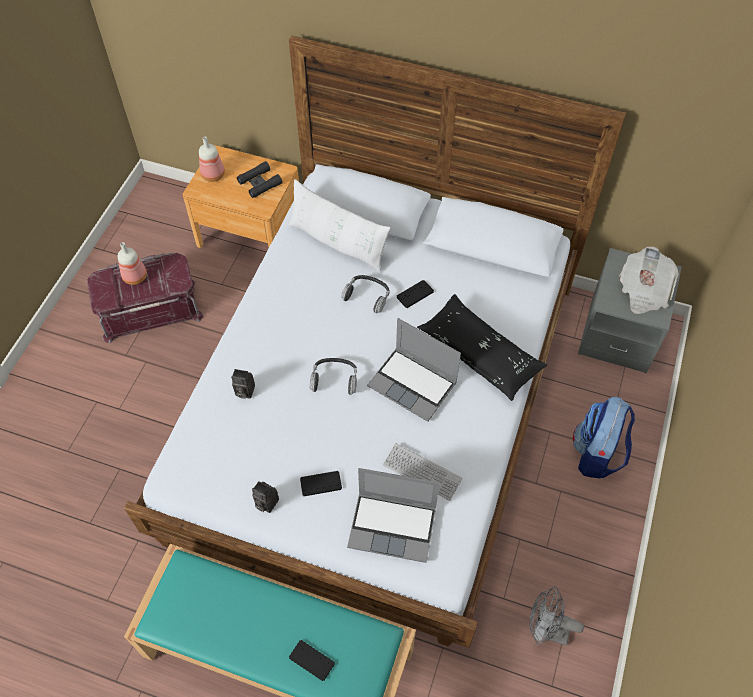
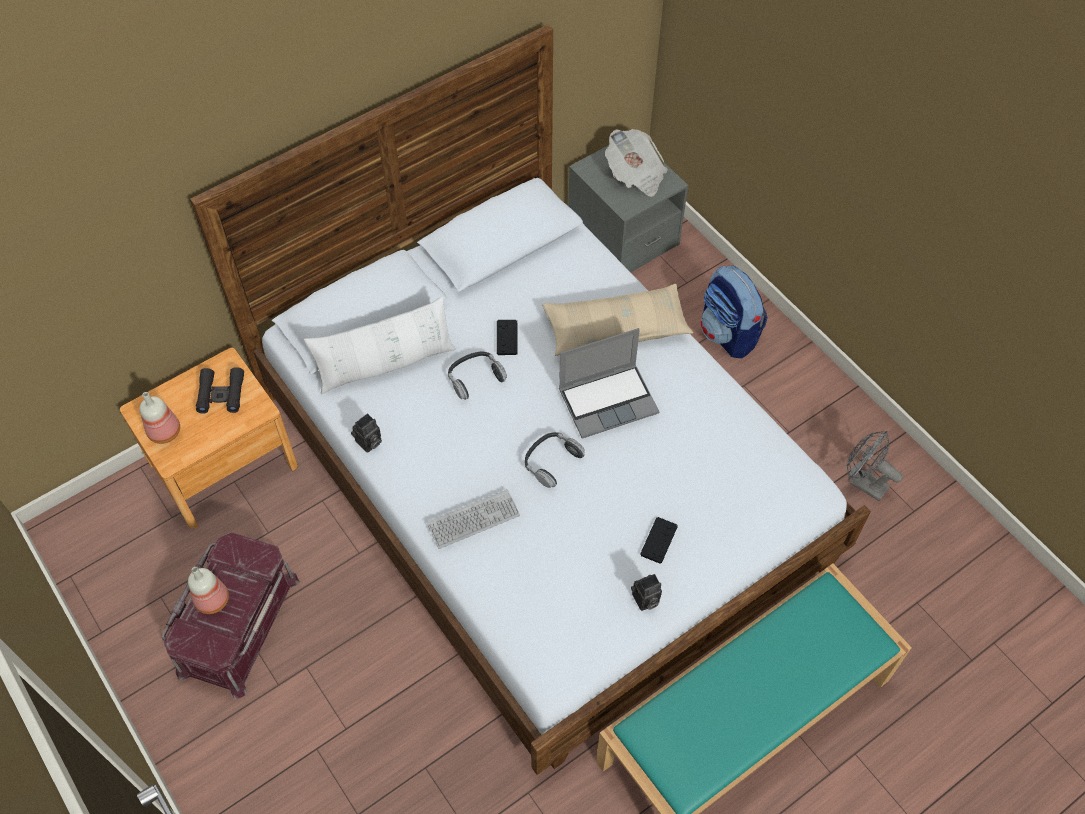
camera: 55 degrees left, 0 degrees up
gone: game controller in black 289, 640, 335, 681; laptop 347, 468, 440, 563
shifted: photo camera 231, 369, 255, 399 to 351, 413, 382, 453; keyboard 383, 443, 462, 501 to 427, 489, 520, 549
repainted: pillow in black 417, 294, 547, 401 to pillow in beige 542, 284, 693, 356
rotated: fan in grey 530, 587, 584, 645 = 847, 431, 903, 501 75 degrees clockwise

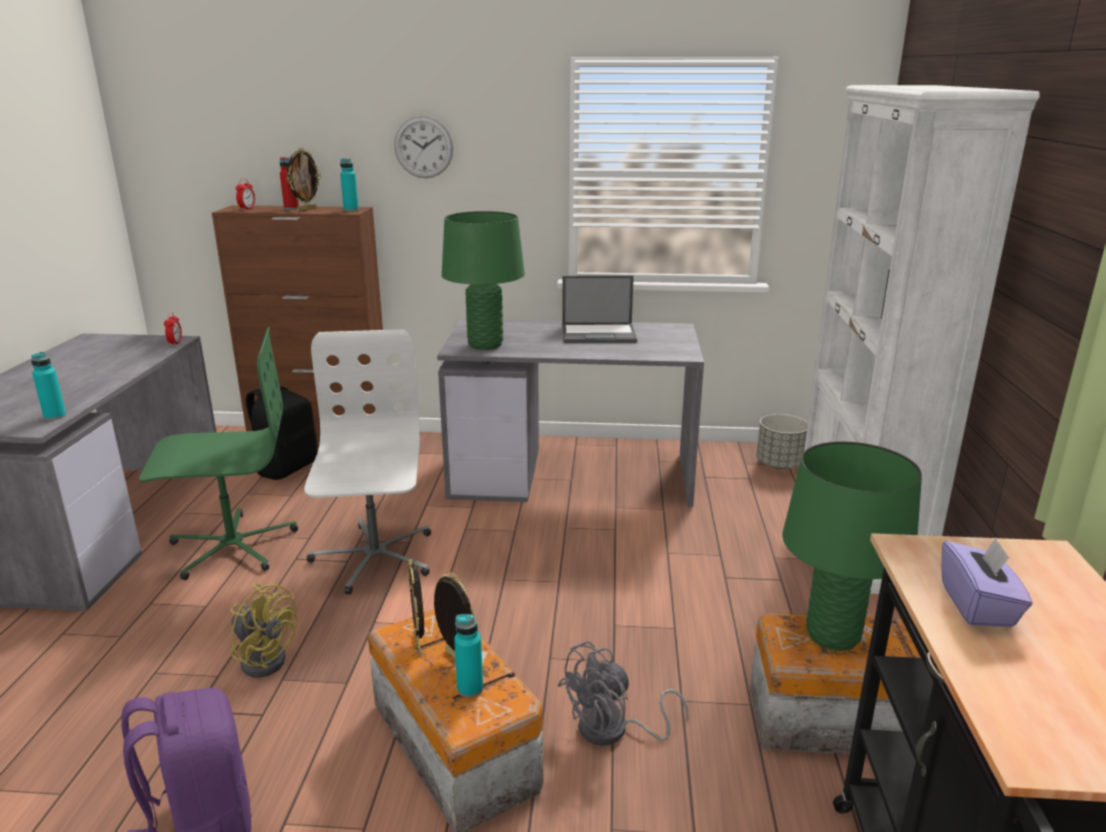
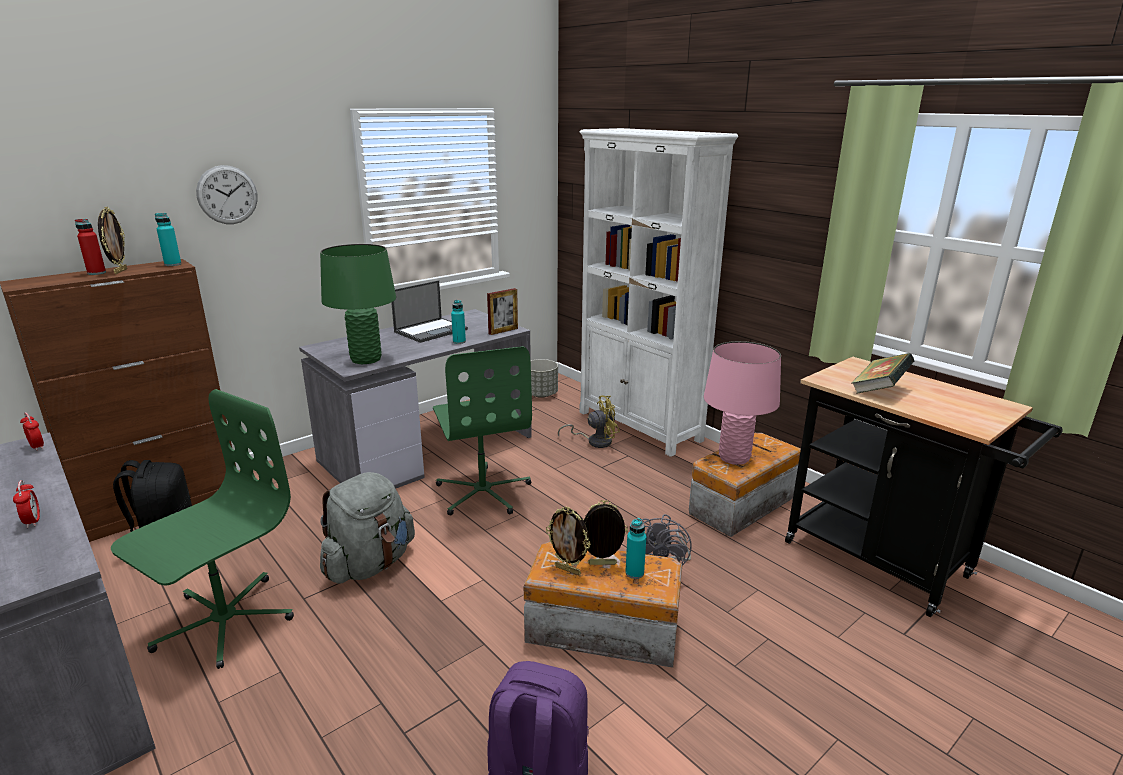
camera: 45 degrees left, 0 degrees up
new: office chair in green 433, 346, 532, 516; picture frame 487, 288, 518, 335
shifted: bottle in turquoise 31, 352, 66, 420 to 451, 300, 466, 344; fan in yellow 230, 584, 297, 678 to 558, 395, 620, 448; alarm clock 236, 179, 255, 210 to 13, 480, 40, 528
swapped: office chair in white 304, 329, 431, 595 to backpack in grey 320, 472, 415, 584; tissue box in purple 941, 537, 1033, 627 to book 851, 353, 915, 394
repainted: table lamp in green 782, 442, 922, 651 to table lamp in pink 704, 341, 781, 465

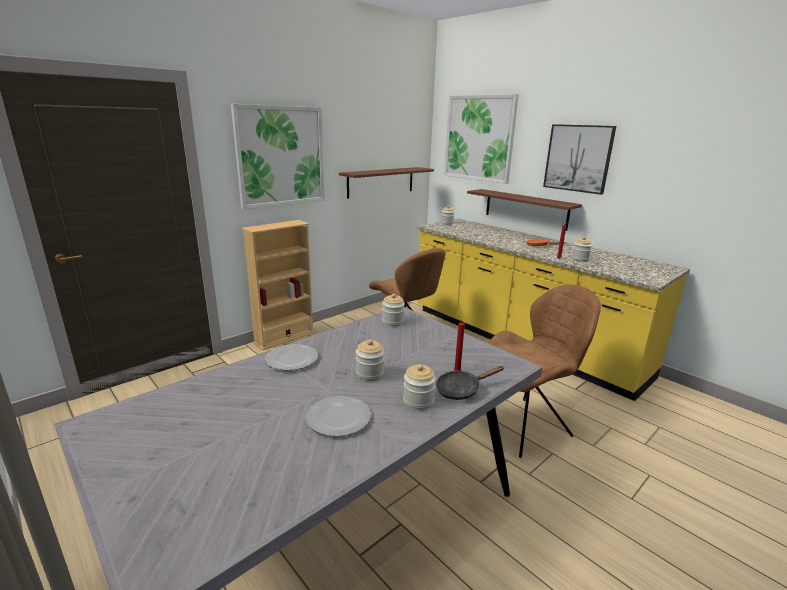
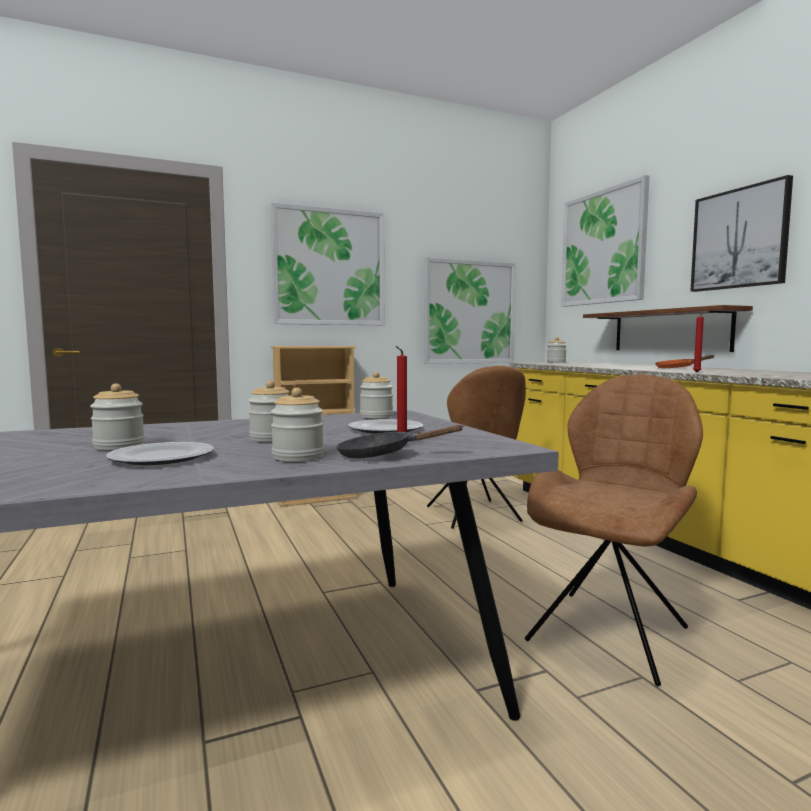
camera: 20 degrees right, 15 degrees down
shifted: plate 265, 344, 318, 371 to 348, 419, 423, 434; jar 571, 236, 592, 262 to 90, 383, 145, 450
swapped: shelf 339, 167, 434, 199 to picture 424, 257, 516, 364
rotated: chair in brown 487, 284, 601, 458 = 525, 374, 703, 686 45 degrees counterclockwise

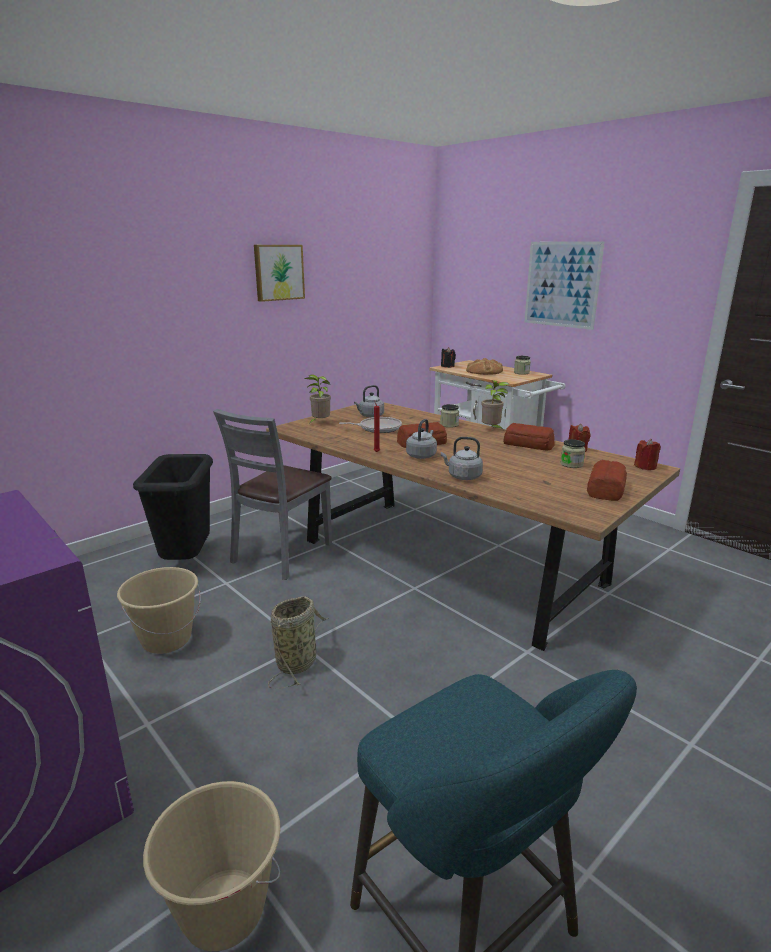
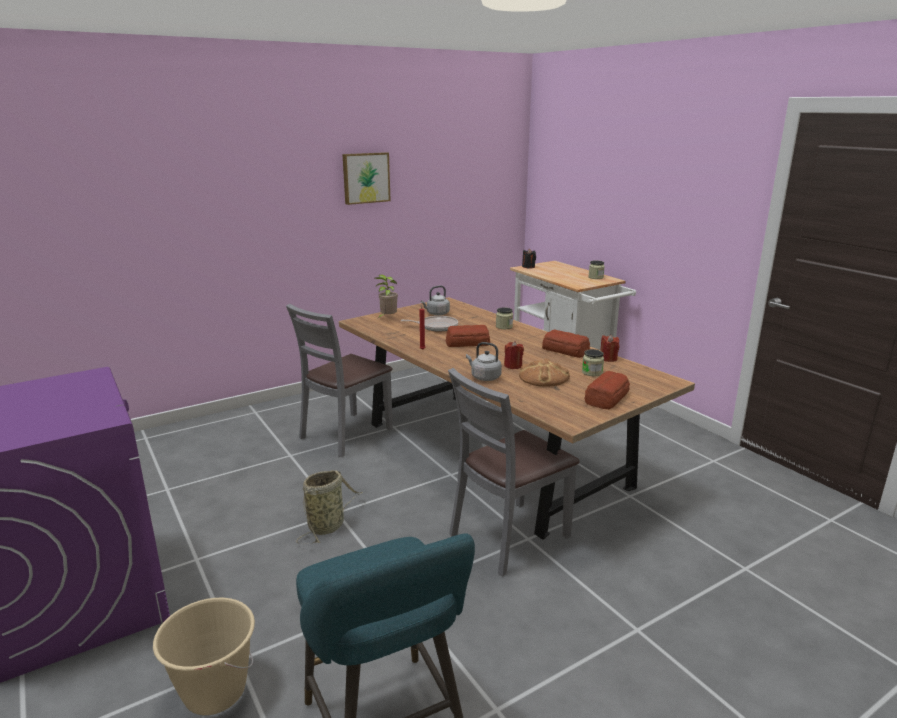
camera: 10 degrees right, 0 degrees up
gone: bucket in beige 117, 567, 201, 654; trash can in black 133, 454, 213, 560; kettle in grey 406, 419, 437, 459; potted plant 482, 380, 509, 429; picture 524, 242, 605, 330
new: chair in grey 448, 368, 580, 577
shifted: bread 466, 358, 503, 375 to 519, 358, 570, 387; candle in red 634, 439, 661, 470 to 504, 341, 524, 369

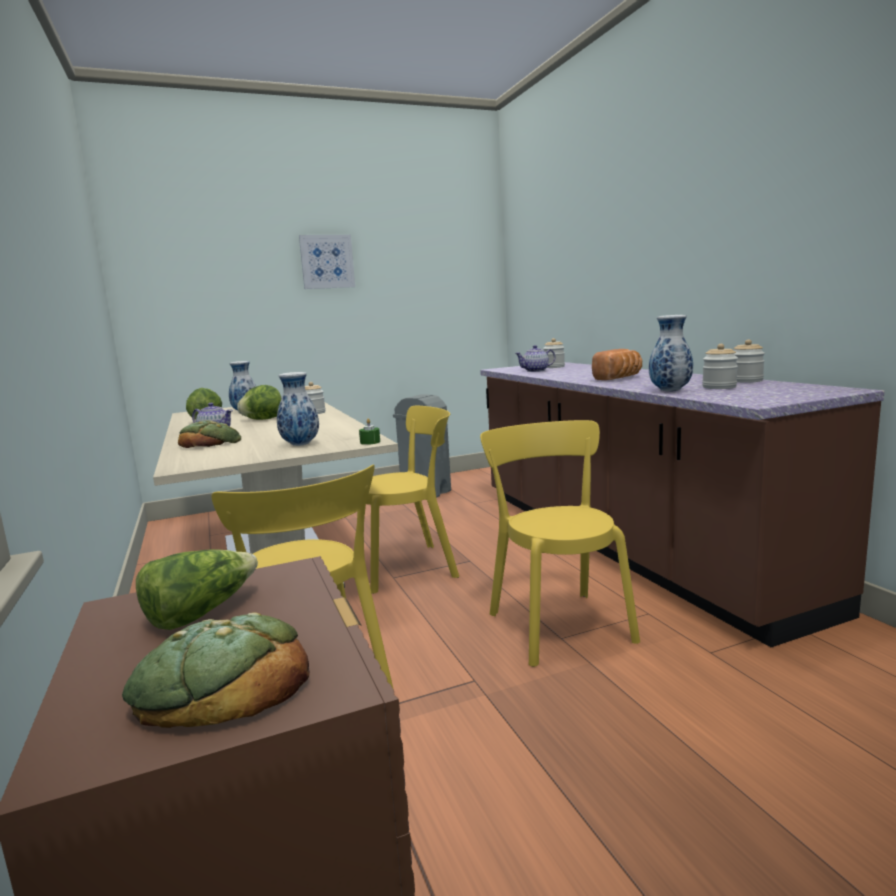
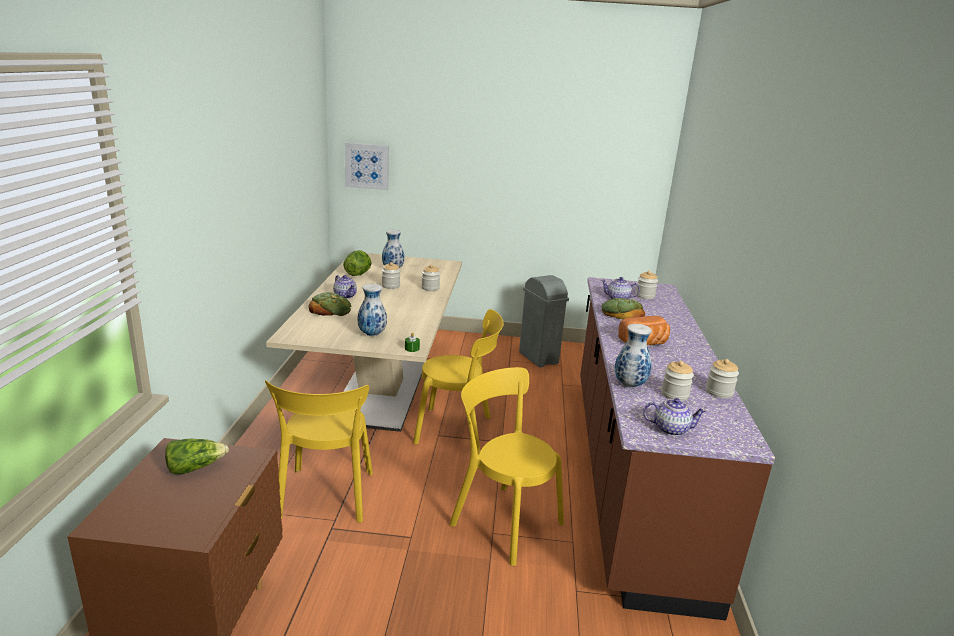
camera: 25 degrees right, 10 degrees up
new: teapot 643, 398, 707, 436
shifted: bread 122, 612, 310, 728 to 601, 298, 645, 319; picture 299, 235, 355, 289 to 345, 143, 389, 190
swapped: lettuce 237, 385, 282, 420 to jar 382, 262, 400, 289
rotated: chair in yellow 480, 420, 640, 667 = 449, 367, 564, 566 60 degrees counterclockwise

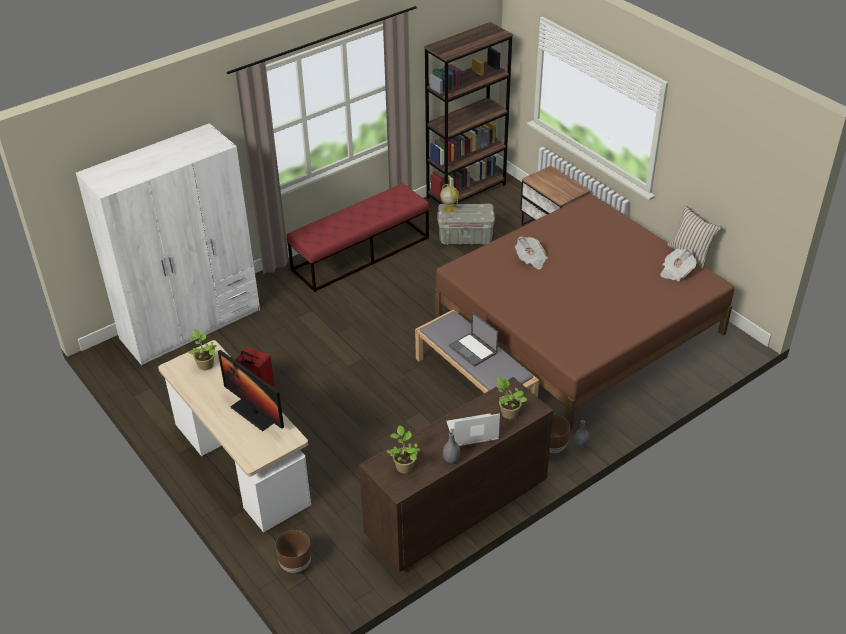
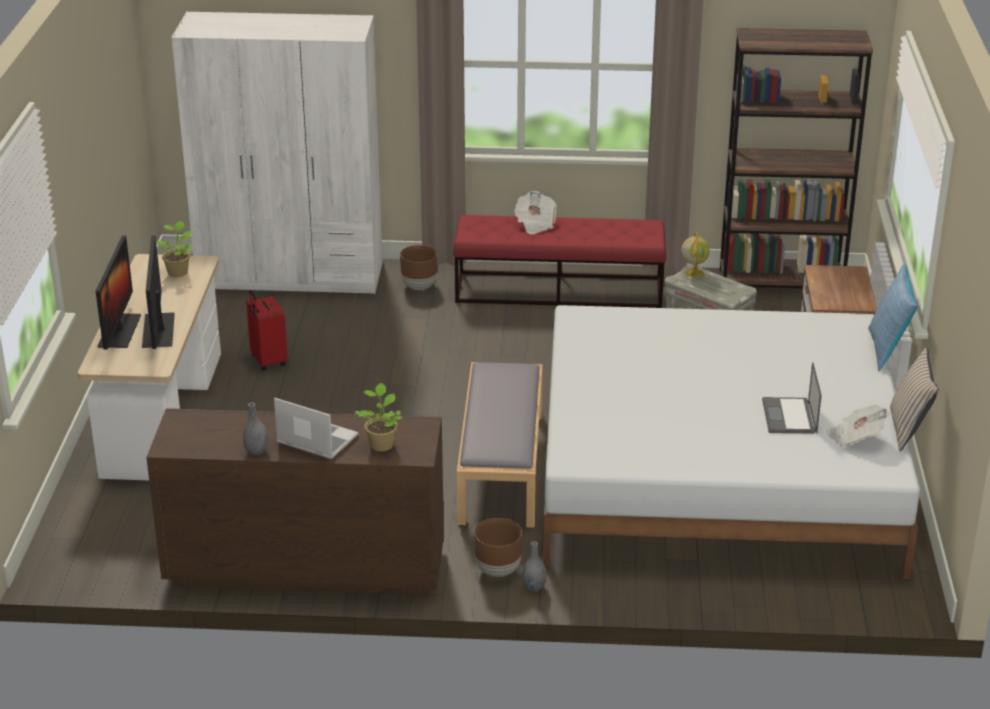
camera: 40 degrees right, 10 degrees down
gone: potted plant 387, 425, 420, 474
new: monitor 96, 235, 141, 350; pillow 868, 264, 918, 372
shifted: planter in brown 275, 530, 311, 573 to 400, 245, 437, 290; laptop 449, 312, 498, 367 to 762, 362, 822, 434; newspaper 515, 236, 548, 269 to 514, 191, 557, 234
repainted: bed in brown 435, 194, 735, 430 to bed in white 543, 305, 920, 579

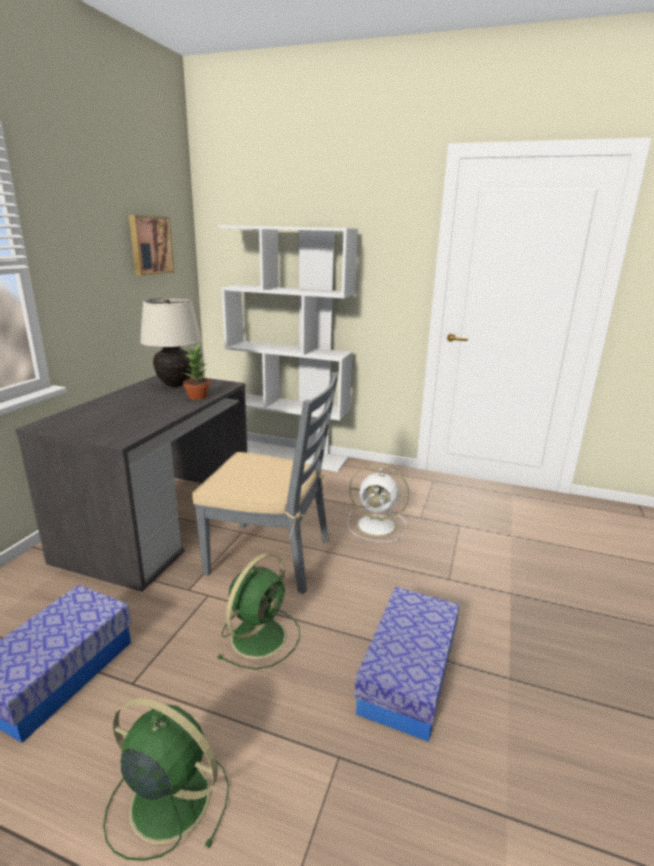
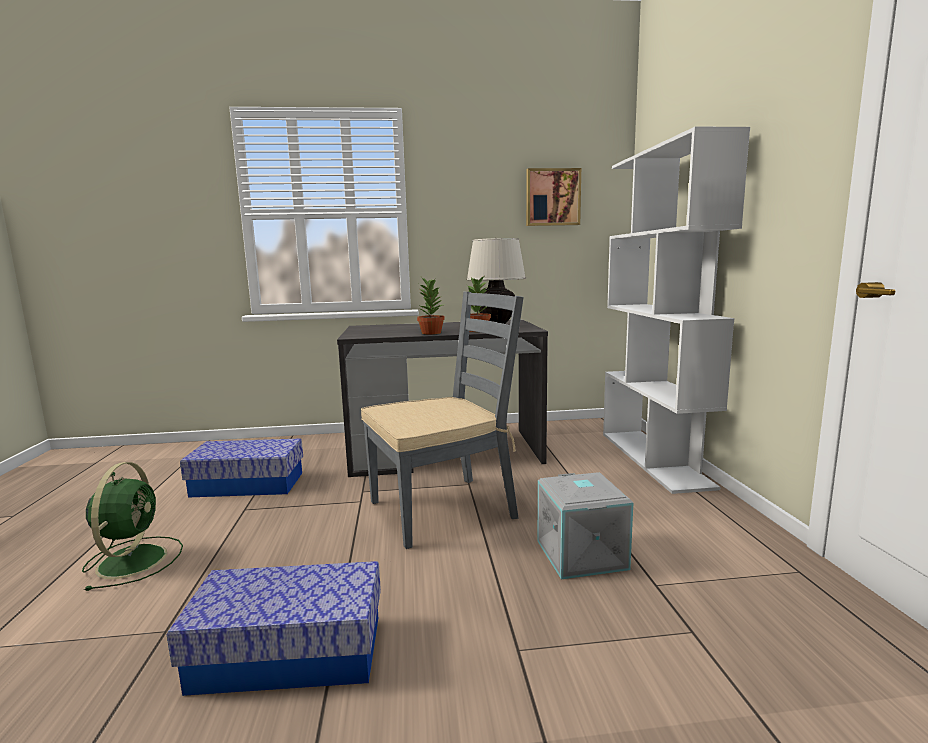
camera: 65 degrees right, 10 degrees down
gone: fan in green 216, 553, 300, 670
new: potted plant 417, 277, 445, 334
swapped: fan in white 347, 464, 409, 542 to storage box in grey 538, 472, 633, 579
rotated: chair in grey 192, 372, 338, 594 = 361, 292, 524, 549 105 degrees counterclockwise

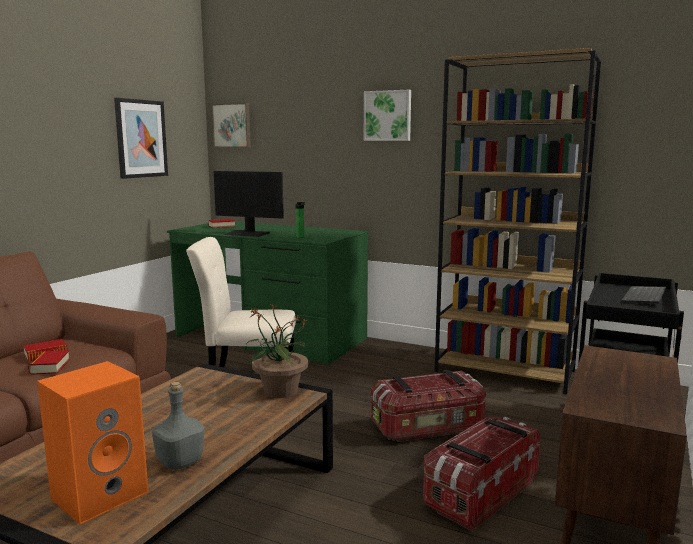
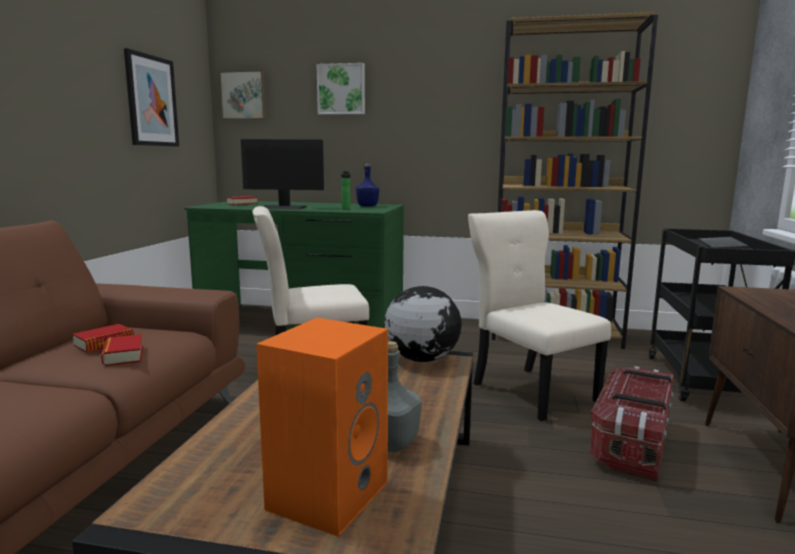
camera: 15 degrees left, 0 degrees up
new: bottle in blue 356, 163, 379, 207
shifted: picture 364, 90, 411, 141 to 317, 63, 365, 115
swapped: potted plant 246, 303, 308, 398 to globe 384, 286, 462, 362; storage box 371, 370, 486, 442 to chair in beige 468, 210, 611, 421

